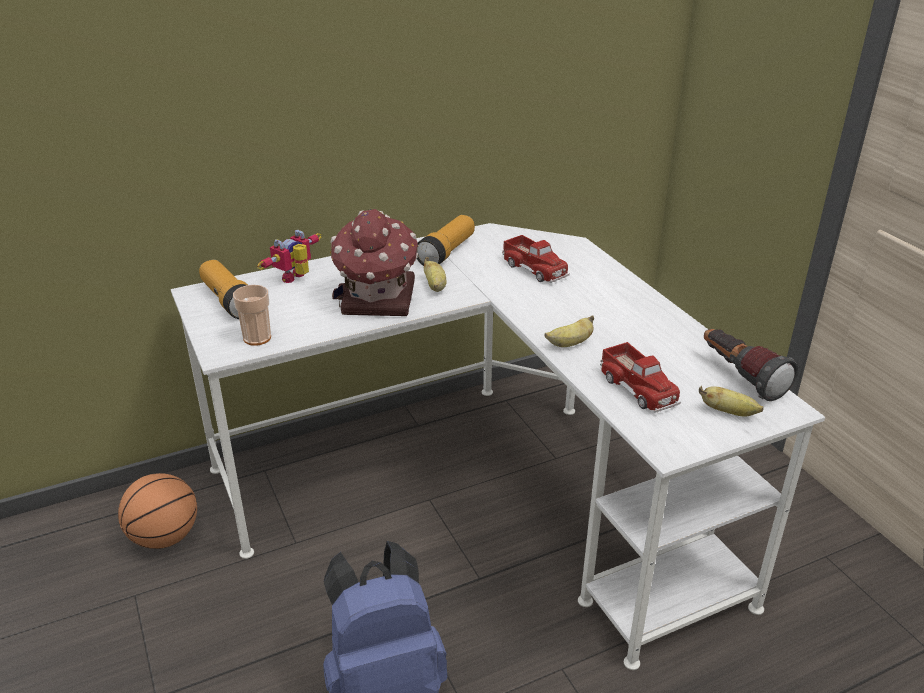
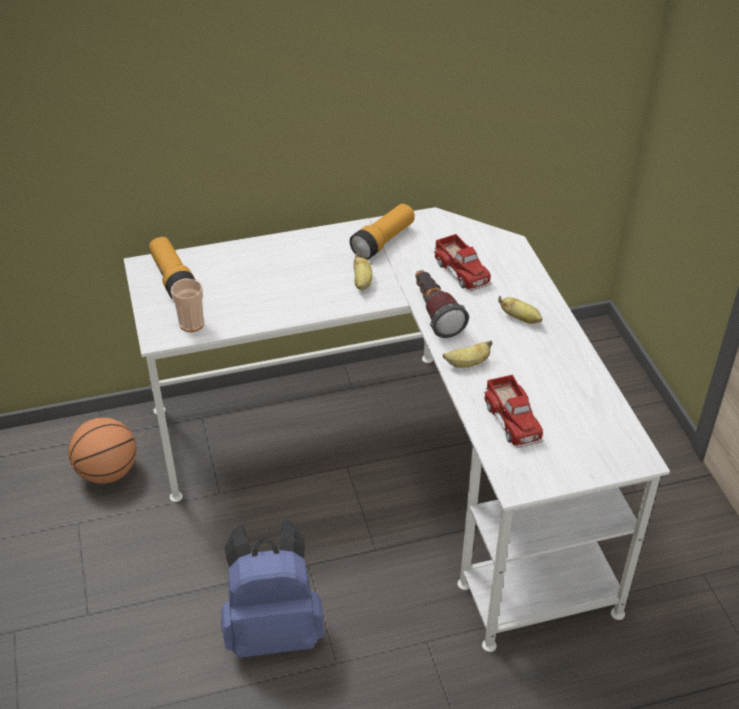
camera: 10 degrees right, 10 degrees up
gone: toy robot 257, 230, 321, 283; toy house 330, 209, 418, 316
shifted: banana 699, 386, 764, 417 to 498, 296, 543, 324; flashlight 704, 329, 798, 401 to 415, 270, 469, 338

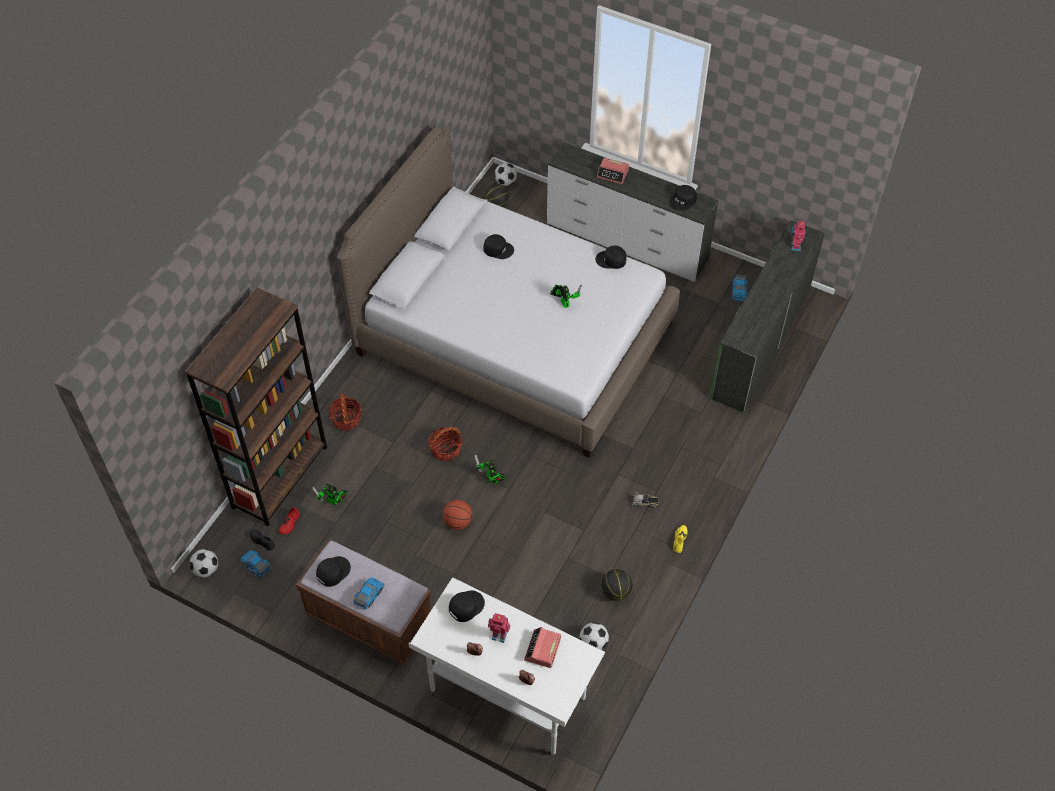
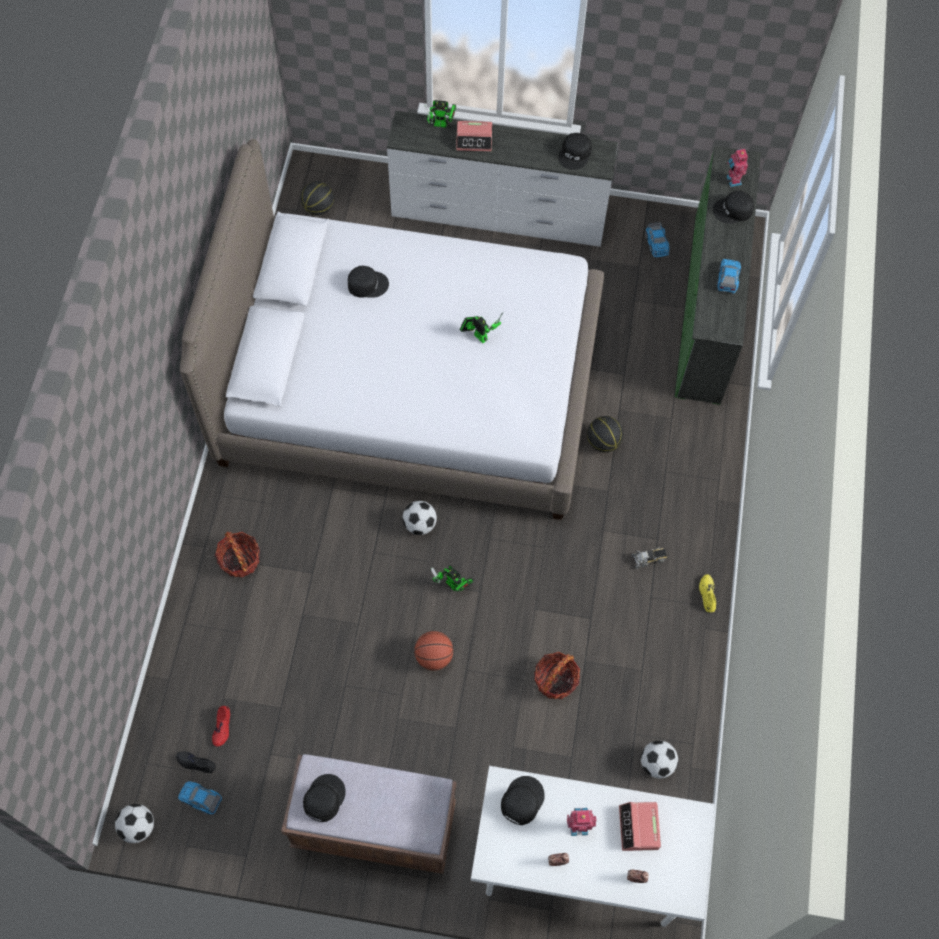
camera: 20 degrees left, 10 degrees up
gone: bookcase in brown 185, 288, 327, 526
shifted: toy robot 312, 484, 348, 505 to 425, 100, 456, 128; toy car 353, 577, 384, 610 to 717, 259, 741, 294; basket 428, 426, 462, 461 to 534, 652, 580, 699; football 495, 163, 517, 186 to 403, 501, 437, 535; cap in black 595, 246, 627, 269 to 713, 190, 754, 224; basketball 601, 569, 633, 601 to 587, 416, 624, 452

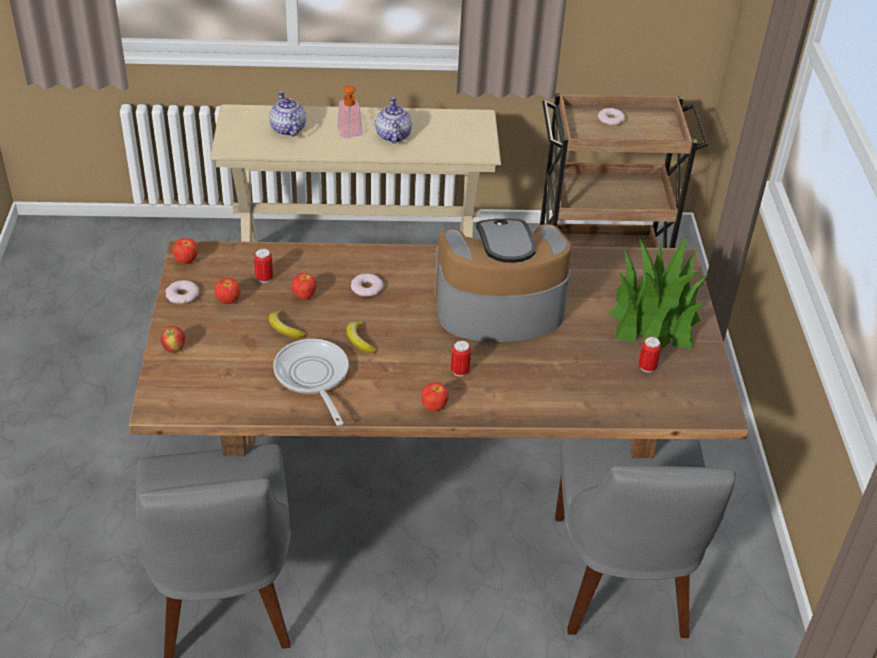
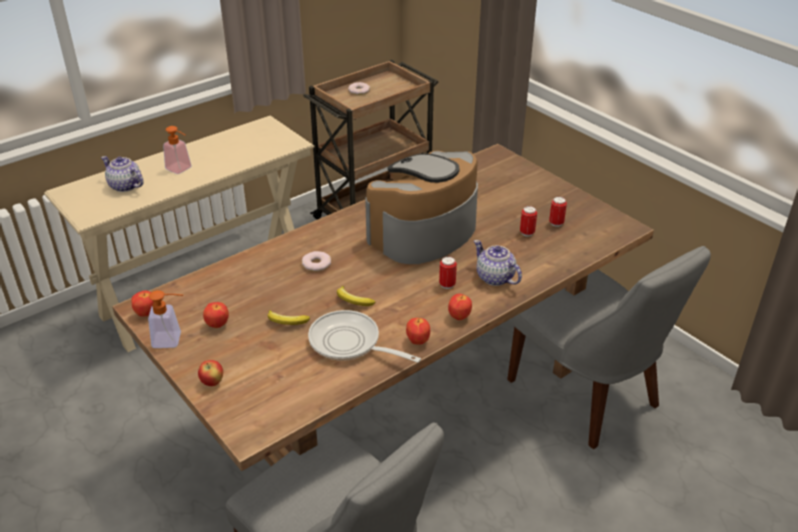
camera: 35 degrees left, 5 degrees down
gone: potted plant 609, 235, 710, 350
shifted: can 254, 248, 273, 283 to 520, 206, 537, 236; apple 291, 273, 316, 300 to 406, 318, 430, 345; teapot 375, 97, 412, 143 to 474, 240, 522, 286
swapped: donut 165, 280, 199, 304 to soap dispenser 148, 290, 183, 348

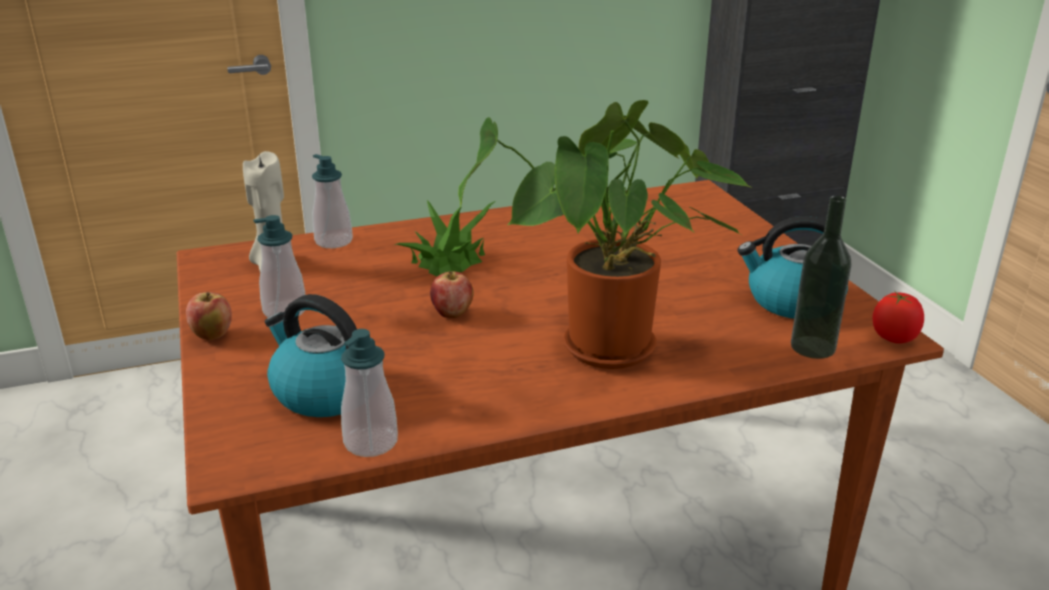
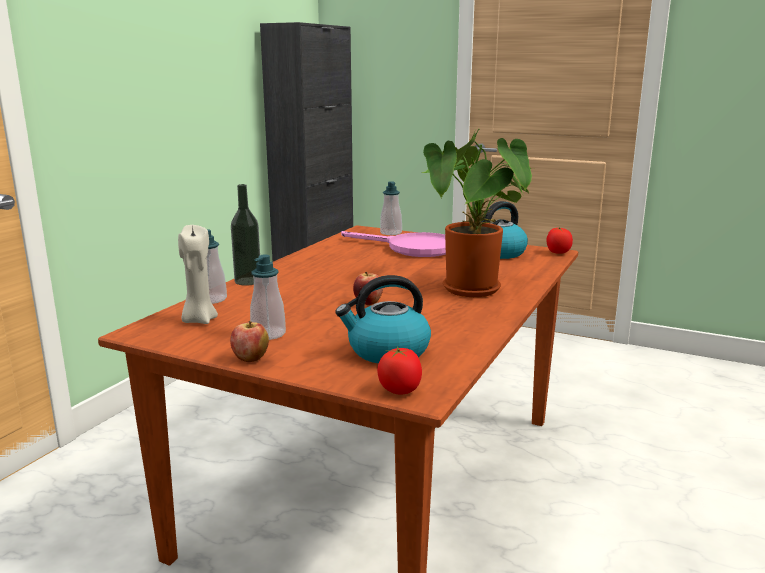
camera: 45 degrees left, 10 degrees down
gone: potted plant 395, 200, 495, 276
new: frying pan in pink 341, 231, 446, 257; tomato 377, 347, 422, 395
shifted: soap dispenser 341, 329, 398, 457 to 380, 181, 402, 235; bottle 791, 196, 852, 359 to 231, 184, 260, 286

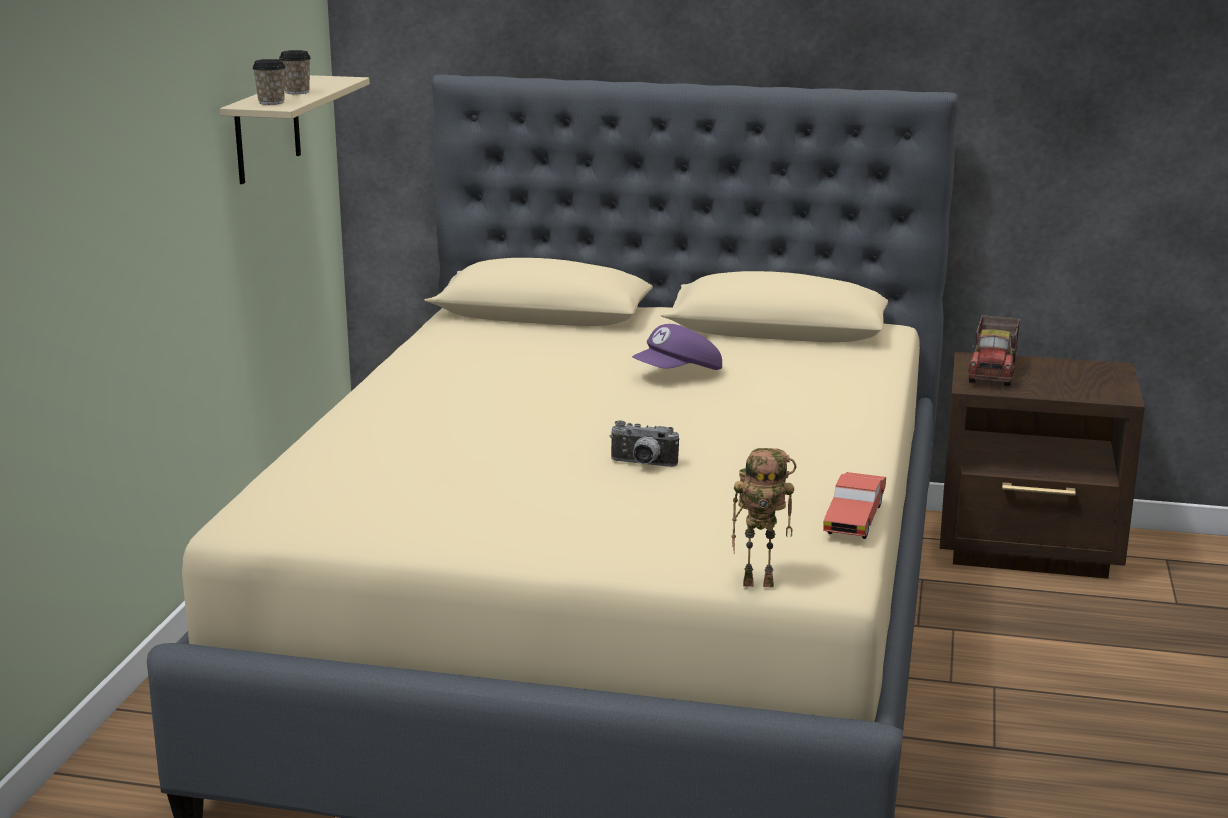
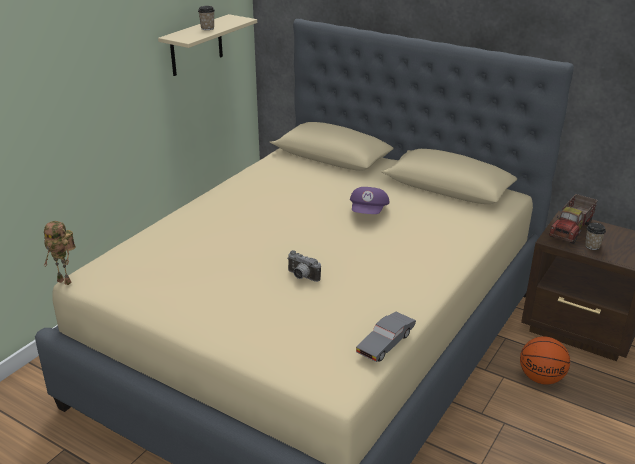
camera: 20 degrees right, 10 degrees up
new: basketball 520, 336, 570, 385
shifted: cup 252, 59, 286, 105 to 585, 223, 606, 250; toy robot 732, 448, 797, 588 to 44, 221, 76, 285
repainted: toy car in red 823, 472, 886, 539 to toy car in grey 356, 312, 416, 362
rotated: cap in purple 632, 324, 722, 370 = 350, 187, 390, 214 60 degrees counterclockwise

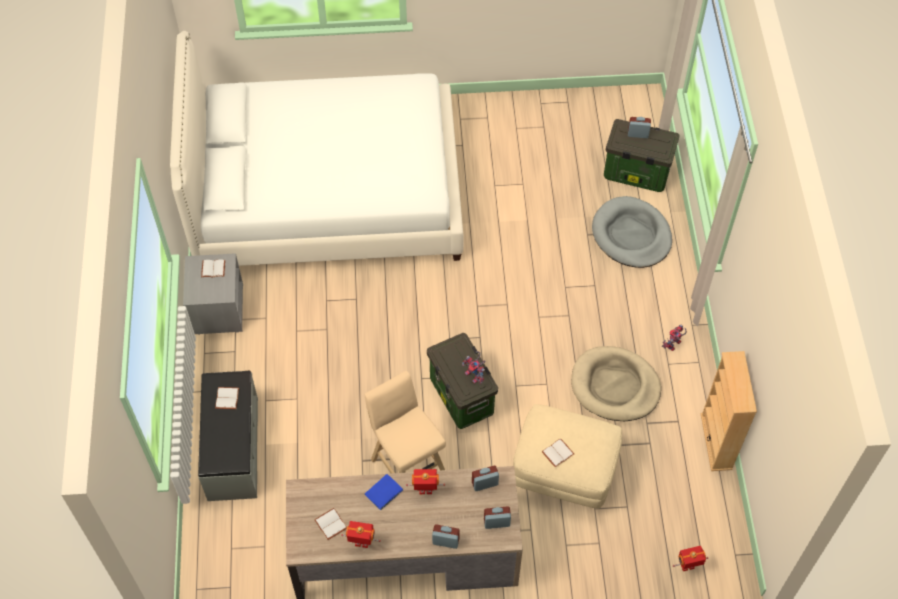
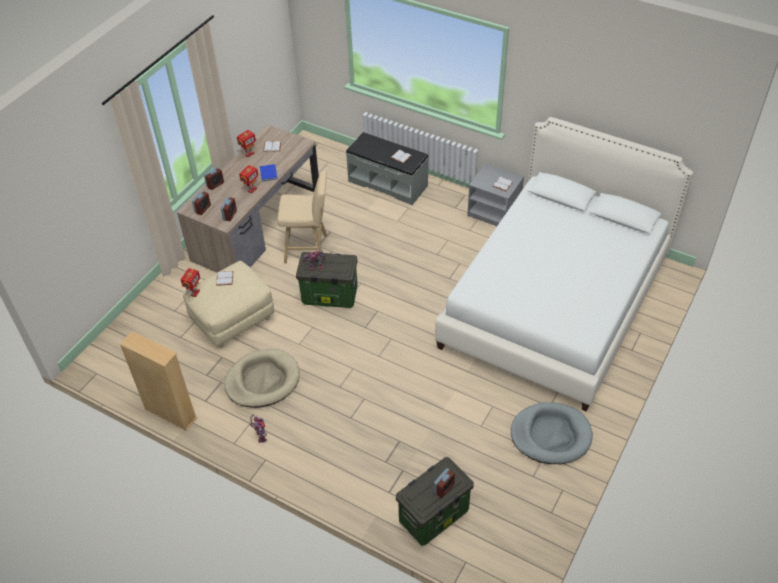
camera: 125 degrees right, 10 degrees down
shifted: dog bed in grey 592, 196, 672, 268 to 511, 402, 593, 464; toy robot 673, 546, 708, 571 to 181, 268, 200, 297

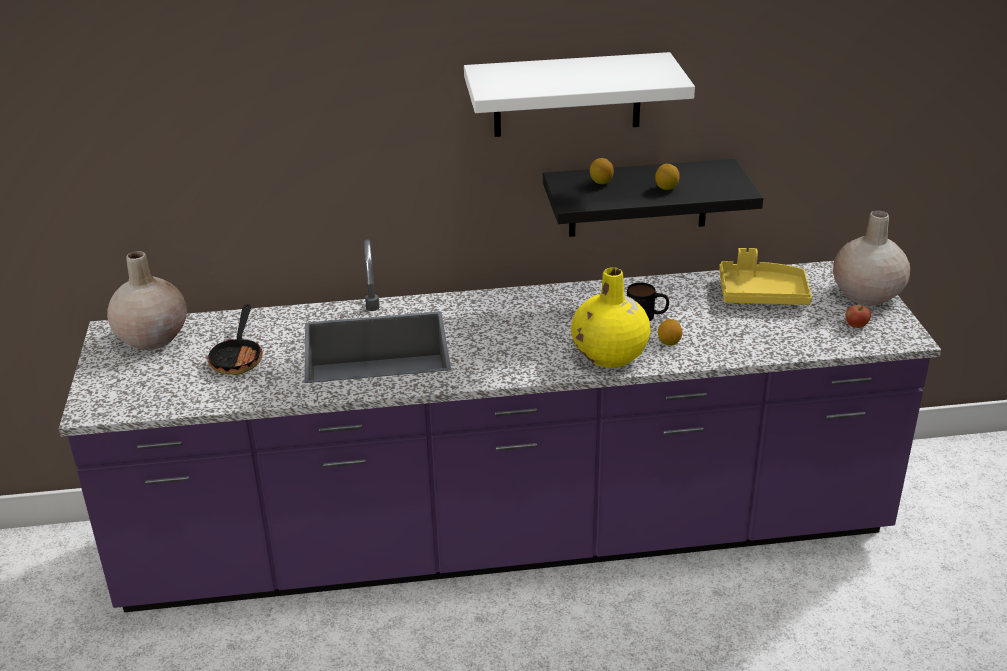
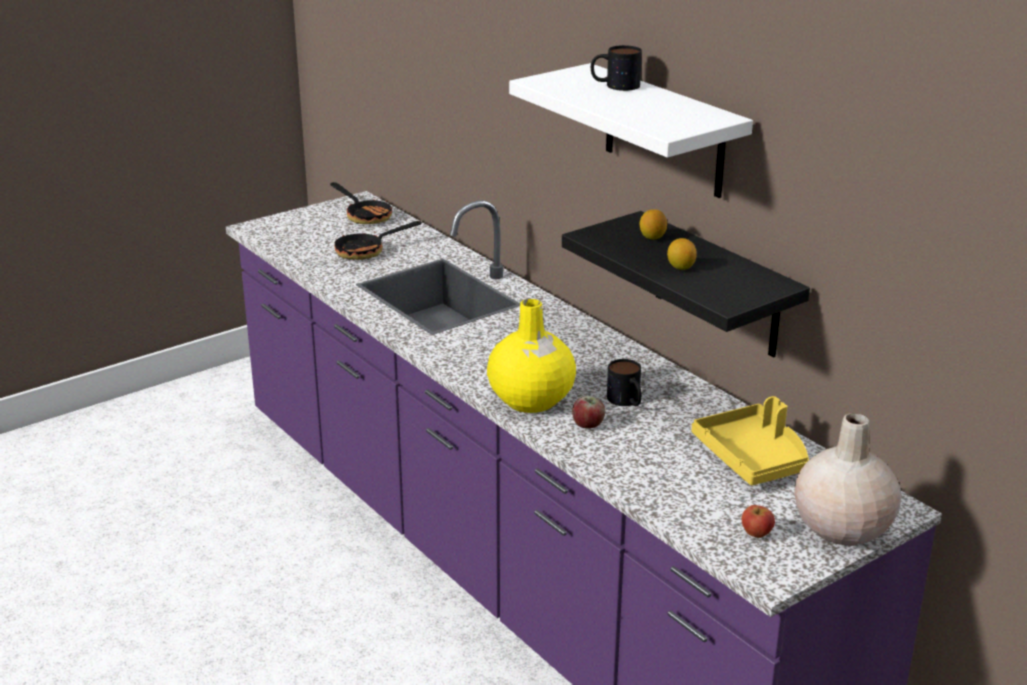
camera: 60 degrees right, 5 degrees down
new: mug 591, 45, 642, 91
swapped: vase in beige 107, 251, 187, 350 to frying pan 330, 182, 394, 224; lemon 658, 319, 682, 345 to apple 572, 396, 605, 428

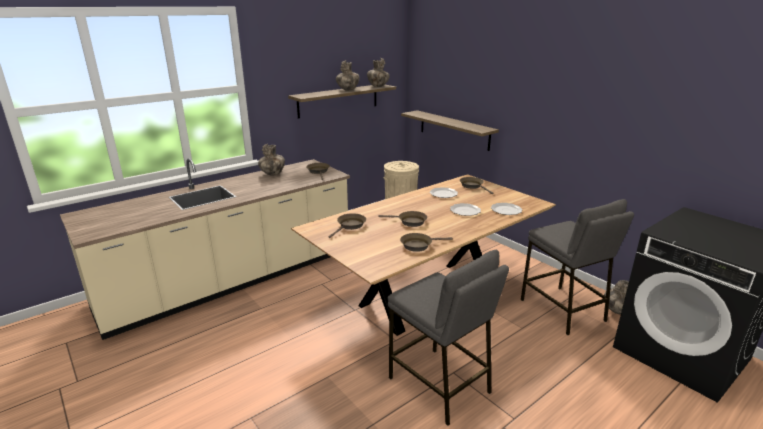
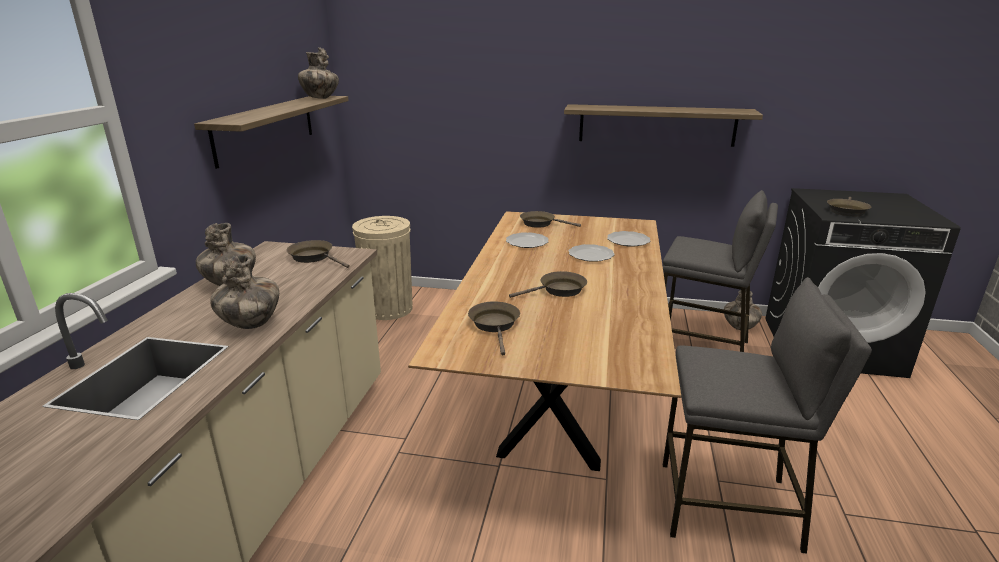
camera: 40 degrees left, 0 degrees up
shifted: vase 336, 60, 359, 90 to 210, 254, 279, 329; frying pan in brown 400, 233, 453, 252 to 827, 197, 871, 216; shelf 401, 110, 499, 151 to 564, 104, 763, 147

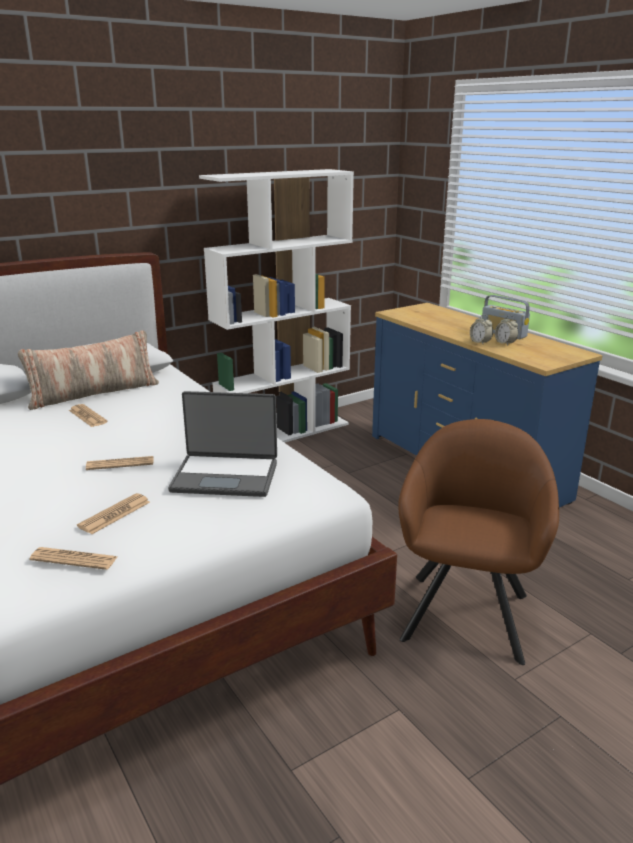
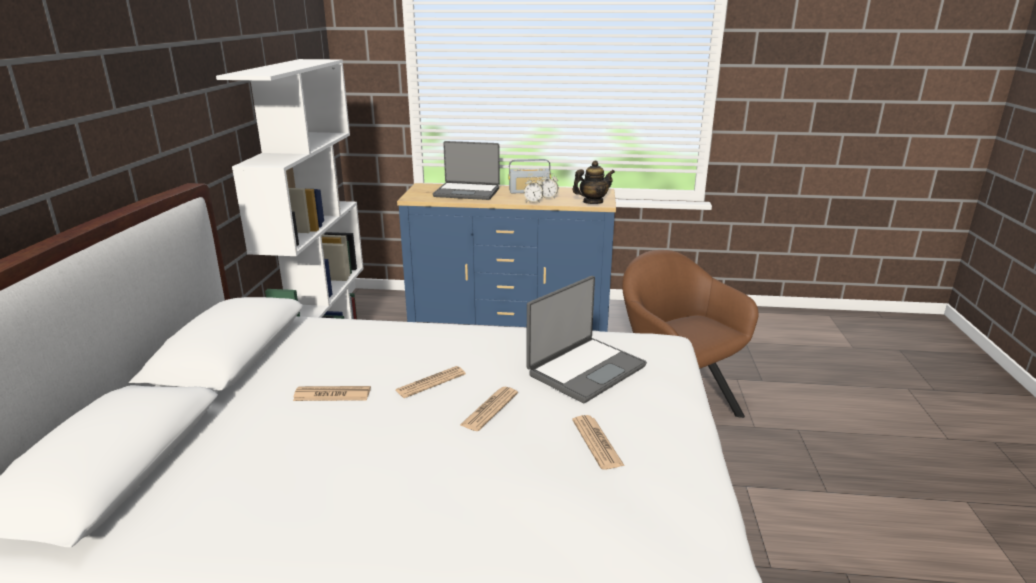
camera: 50 degrees left, 0 degrees up
gone: pillow 18, 330, 159, 410
new: laptop 433, 141, 500, 200; teapot 572, 160, 615, 204
shifted: newspaper 29, 547, 117, 570 to 395, 366, 466, 398

